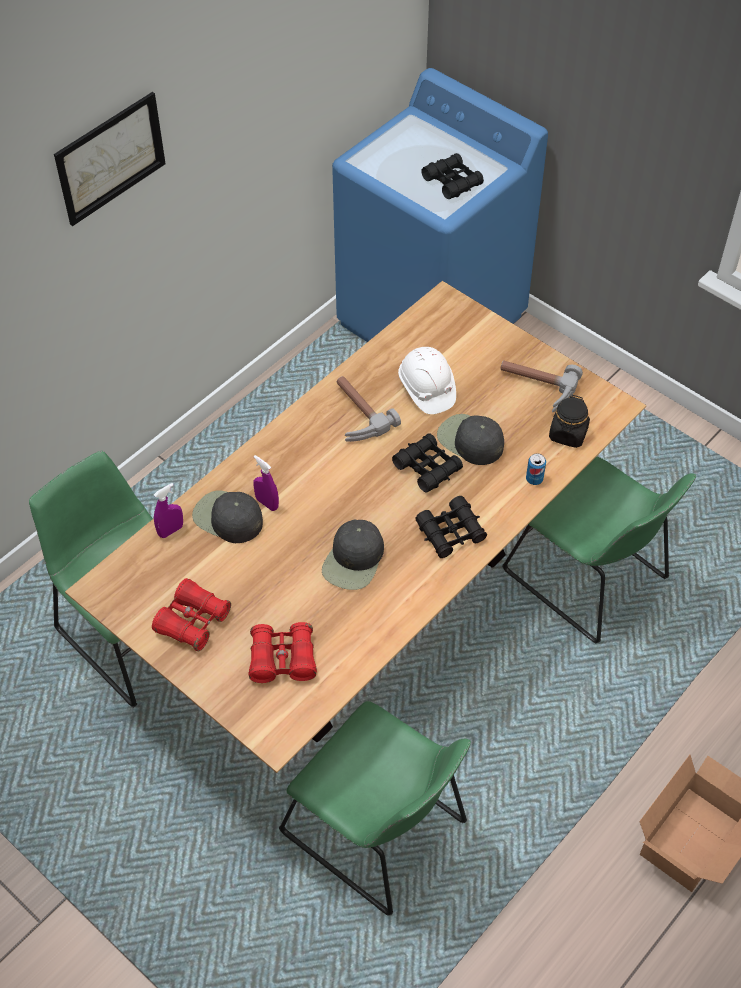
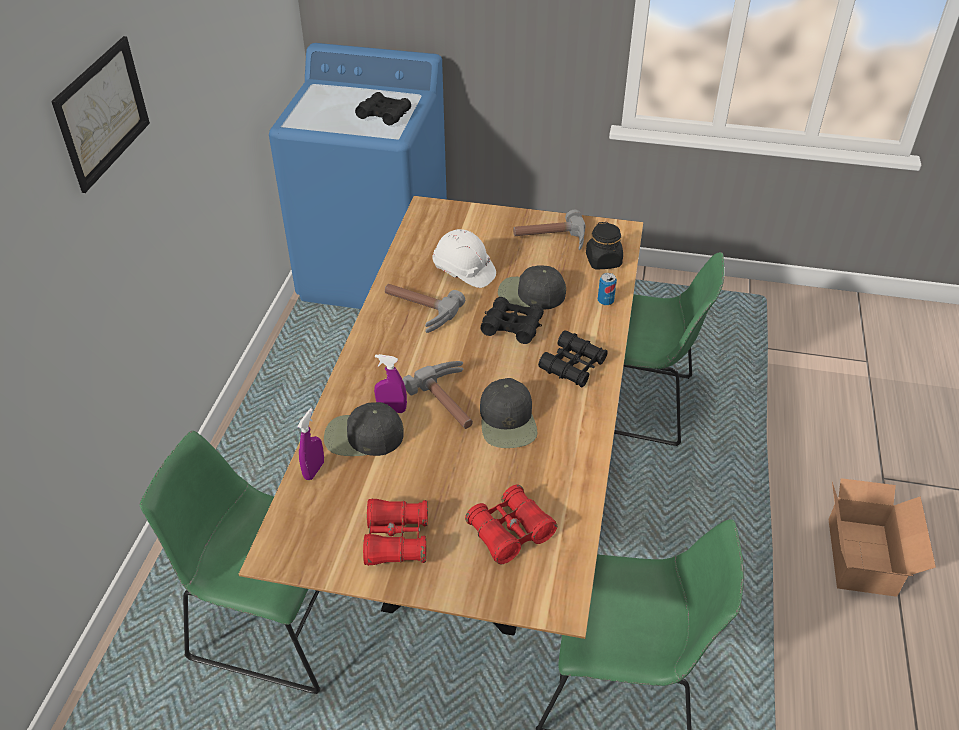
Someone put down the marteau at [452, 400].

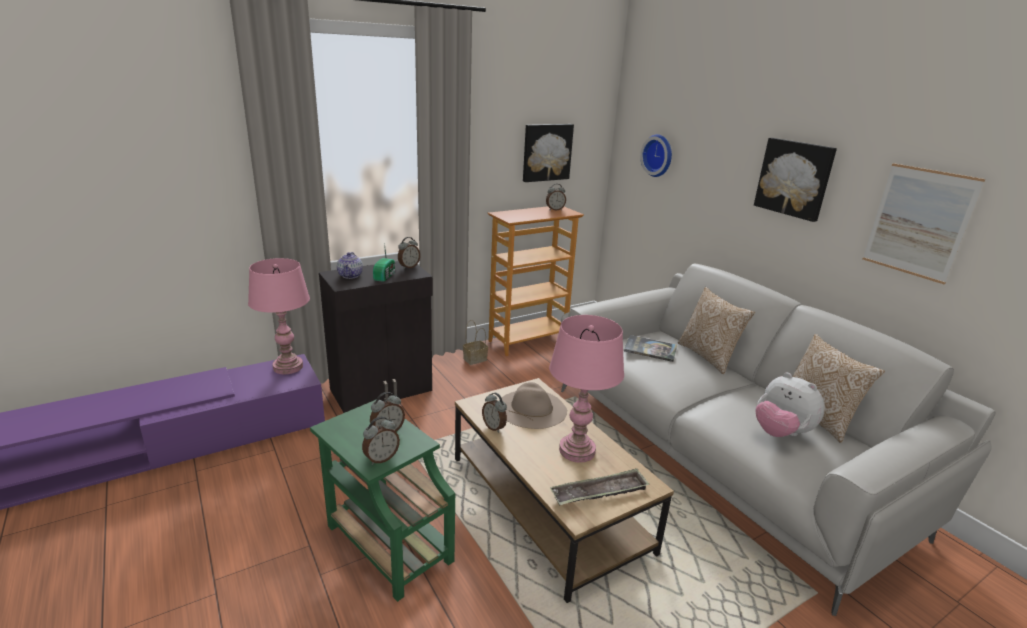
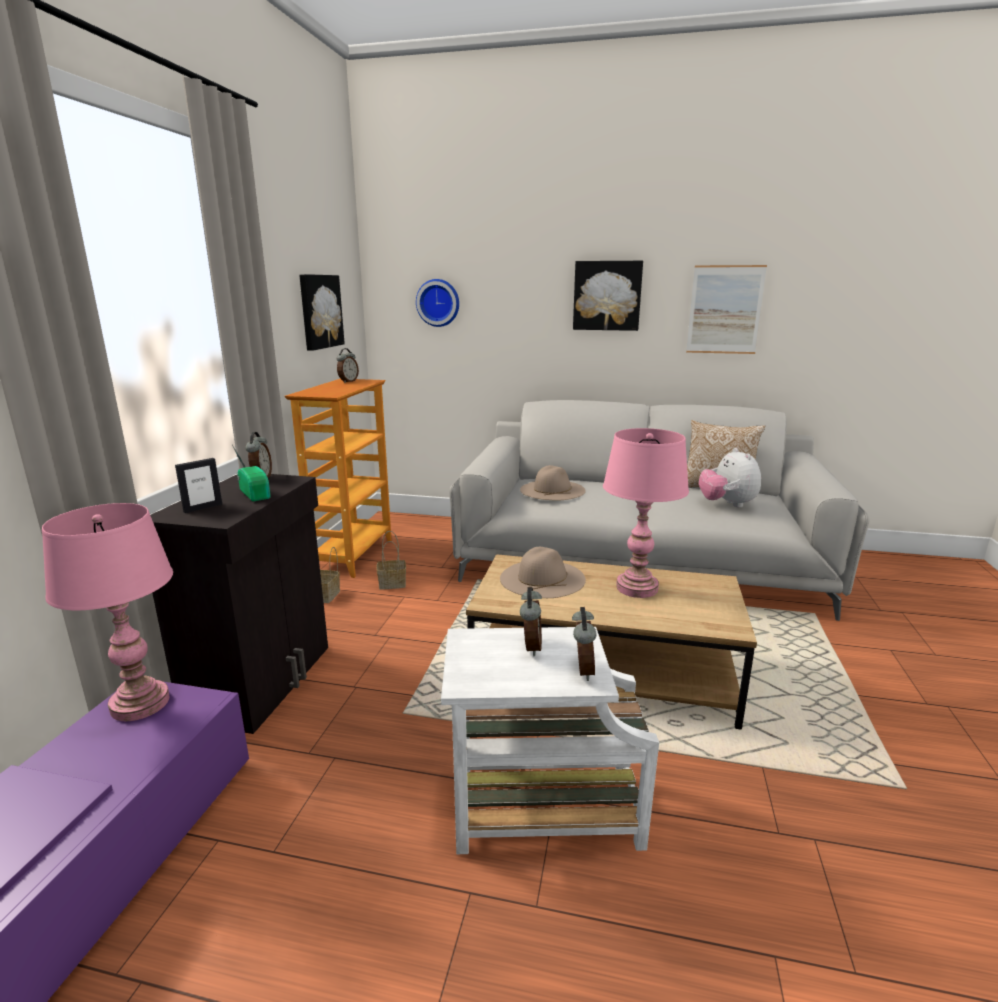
Someone swapped the théière at [350, 275] for the cadre photo at [203, 508]. Someone put down the panier at [393, 583]. Someone repainted the table d'appoint/vert at [387, 541], which became the table d'appoint/blanc at [540, 812]. Someone swapped the livre at [650, 349] for the chapeau/beige at [552, 490]. Someone rotated the peluche at [781, 433] by 75 degrees clockwise. Someone took away the réveil at [494, 427]. Someone took away the plateau at [599, 492]. Someone took away the coussin at [708, 356].

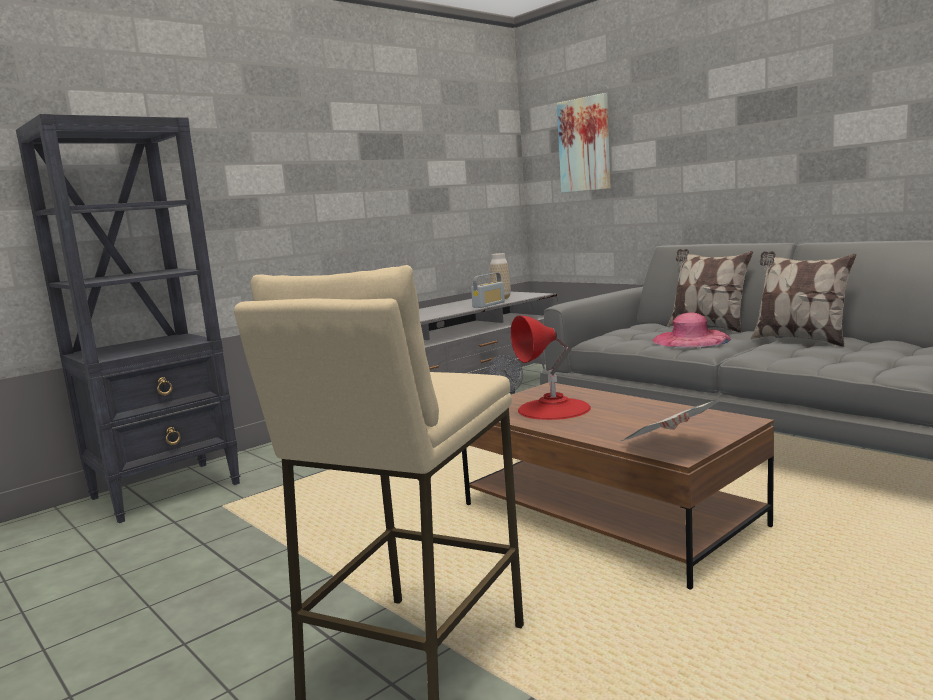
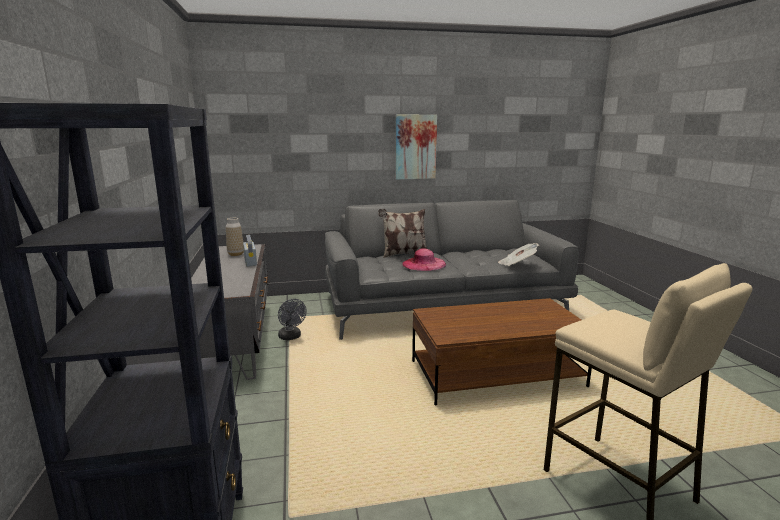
Someone carried the tableau from [584, 145] to [415, 147]. Someone carried the journal from [669, 446] to [517, 264]. Someone took away the lampe de table/rouge at [554, 409]. Someone took away the coussin at [799, 340].

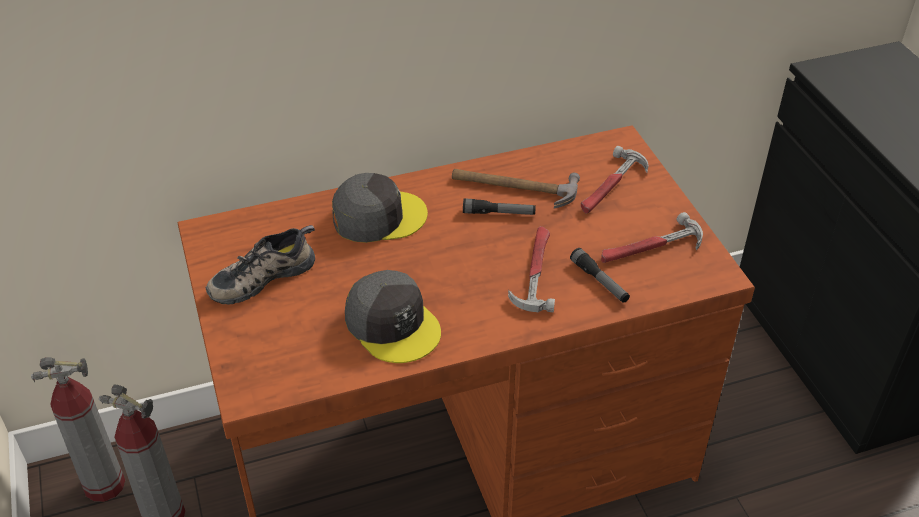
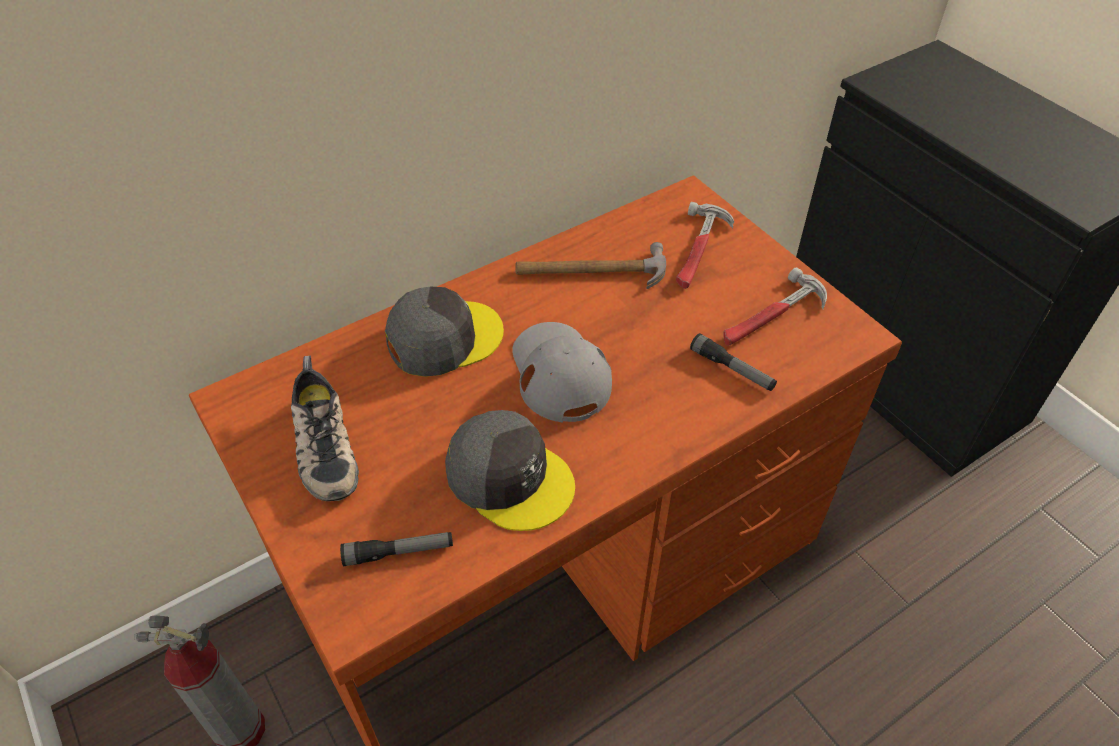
Someone rotated the chaussure at [262, 275] by 60 degrees counterclockwise. Someone carried the lampe de poche from [499, 213] to [399, 552]. Someone put down the casquette/gris at [559, 373]. Someone took away the extincteur at [104, 485]. Someone took away the marteau at [535, 271].

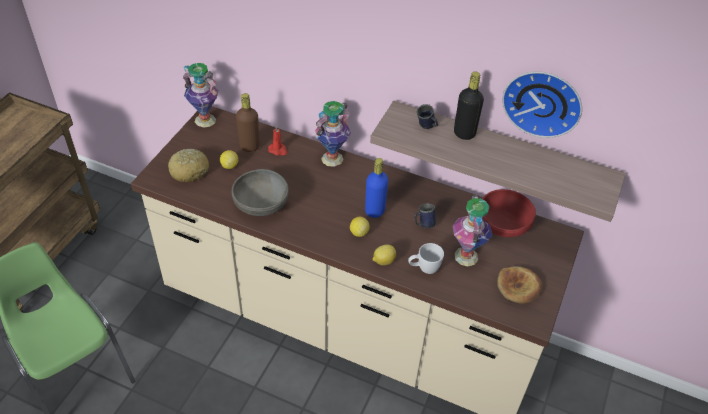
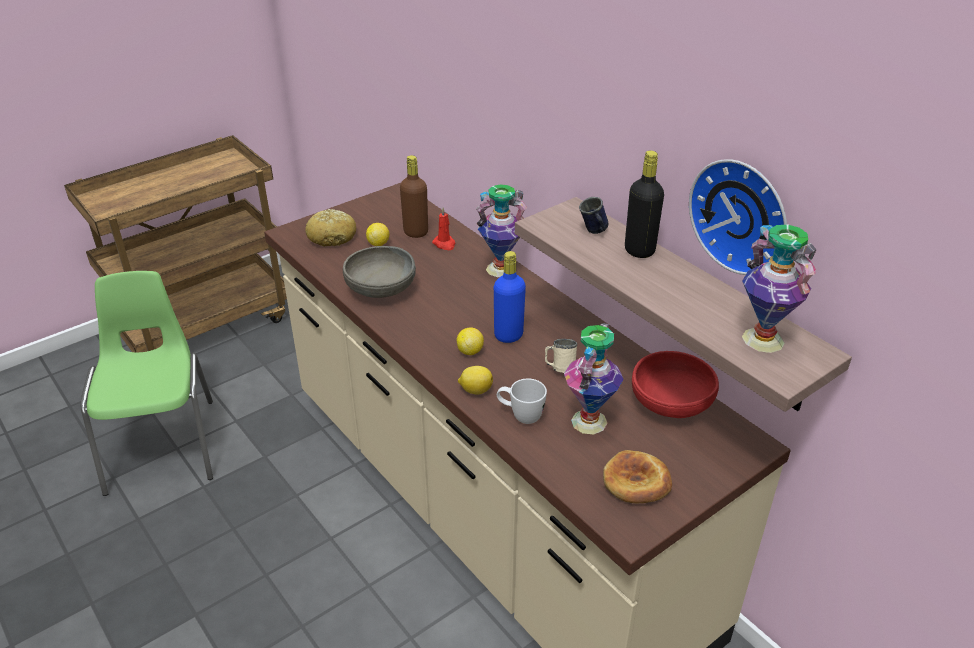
Someone repainted the mug/bleu at [423, 224], which became the mug/beige at [559, 368]. Someone carried the vase from [204, 120] to [762, 340].

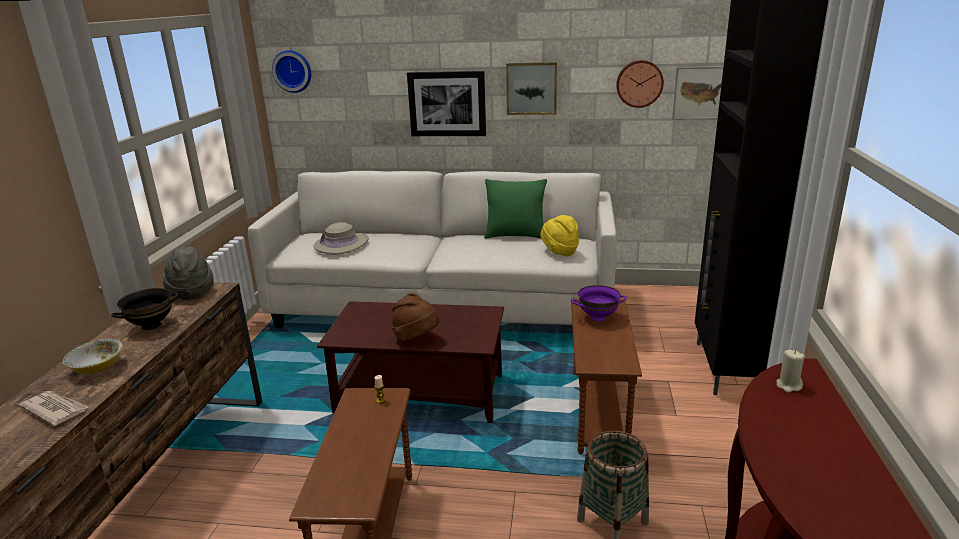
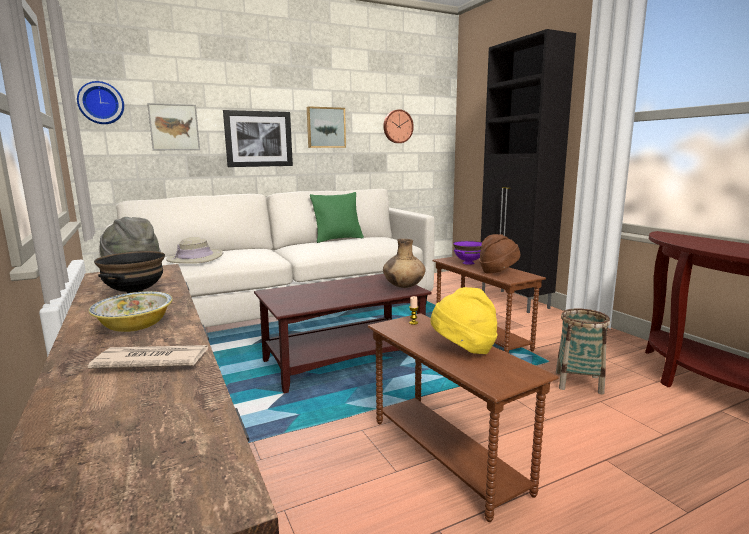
Someone carried the tableau from [700, 93] to [174, 127]. Someone put down the vase/marron at [403, 287]. Someone carried the chapeau/jaune from [559, 252] to [463, 349]. Someone carried the chapeau/marron from [416, 338] to [498, 272]. Someone took away the bougie/beige at [788, 386].

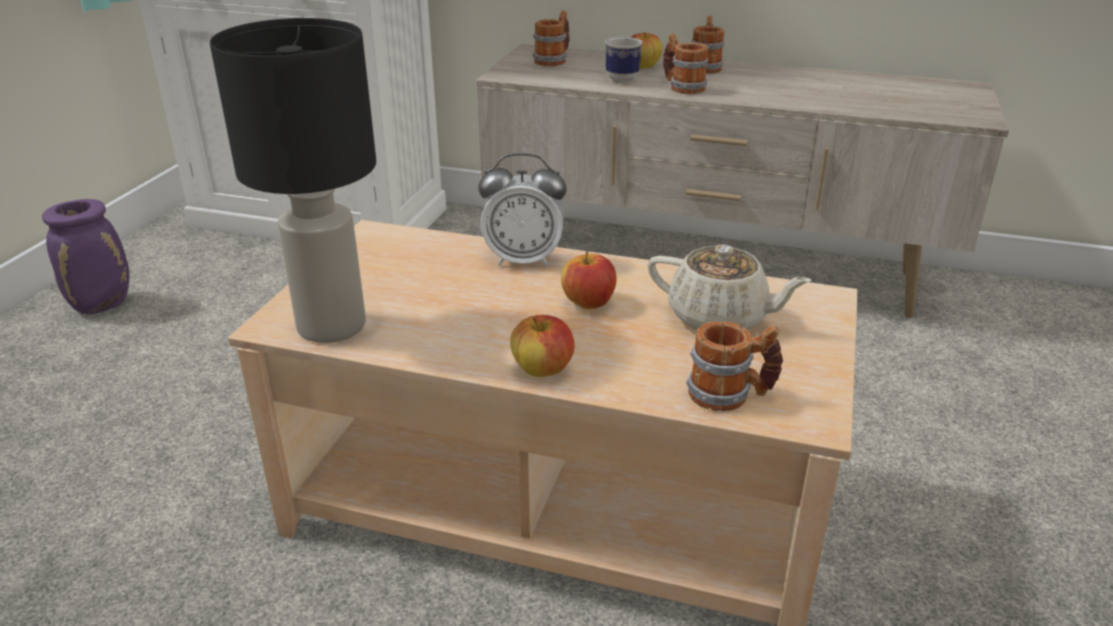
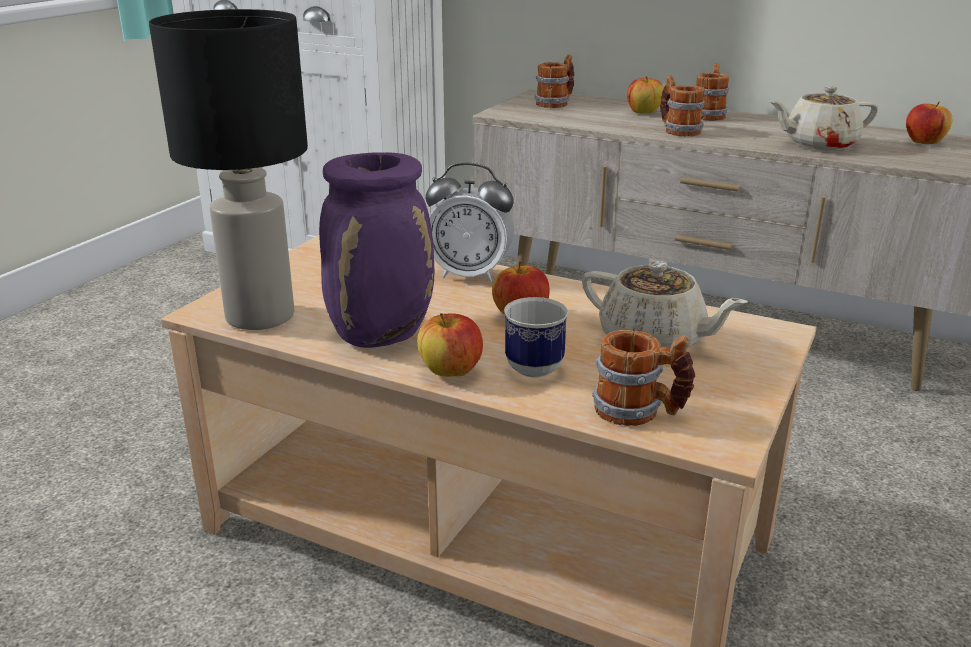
Someone carried the vase/violet from [103, 304] to [382, 335]. Someone carried the mug from [619, 78] to [531, 364]. Someone put down the théière/beige at [819, 144]. Someone put down the pomme at [924, 142].

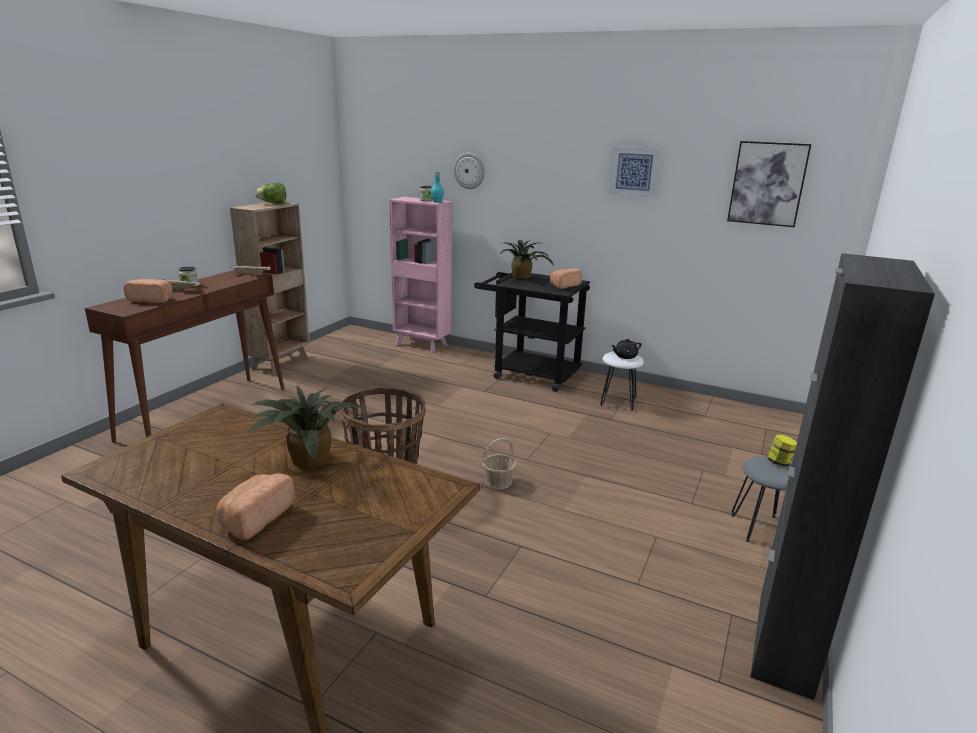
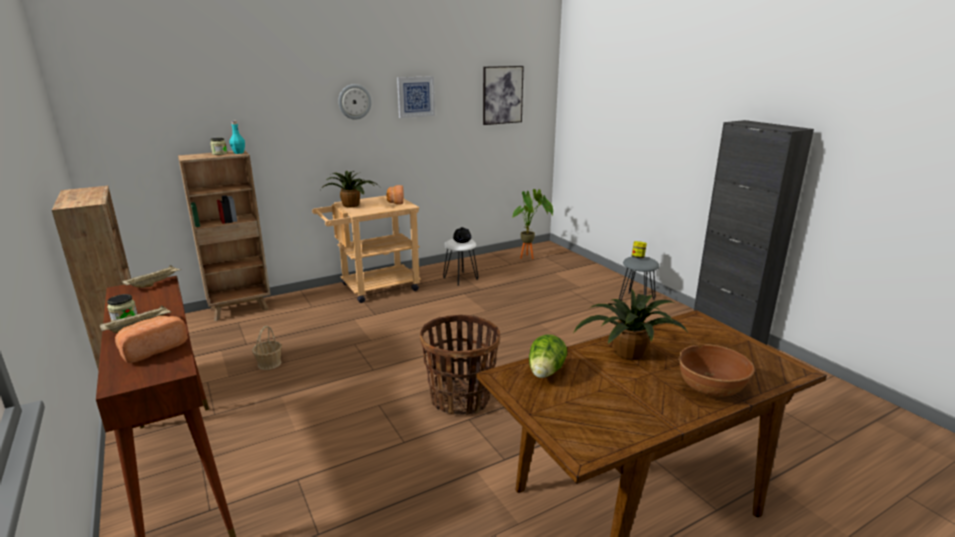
Someone repainted the bibliothèque/rose at [422, 345], which became the bibliothèque/marron at [241, 309]. Someone carried the panier from [498, 481] to [269, 363]. Someone repainted the chariot/noir at [529, 373], which became the chariot/beige at [373, 288]. Someone carried the horloge murale from [469, 170] to [354, 101]. Someone put down the plante en pot at [530, 257]. Someone carried the laitue from [273, 203] to [545, 373]. Someone swapped the pain at [255, 518] for the bol/marron at [710, 388].

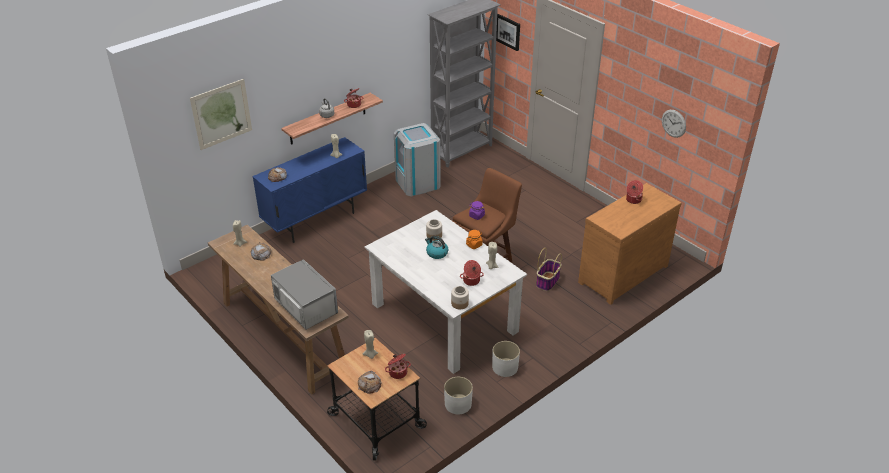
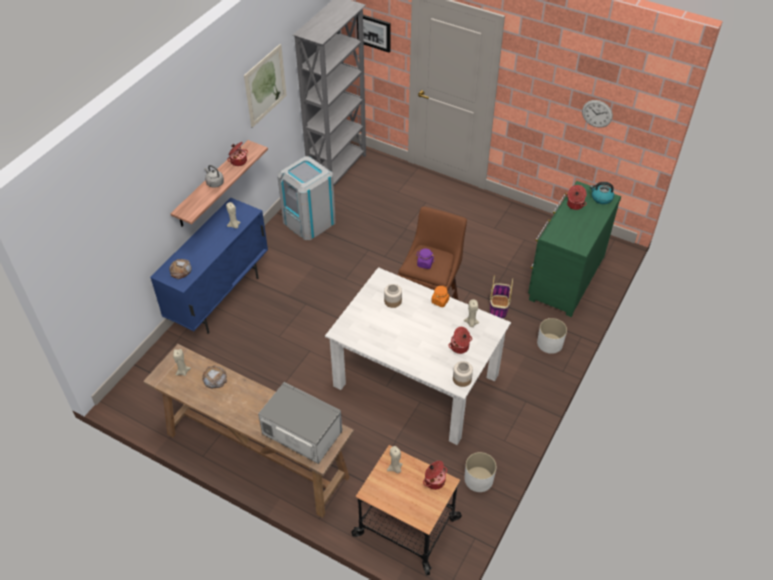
Someone carried the tableau from [221, 114] to [265, 85]. Someone repainted the commode/marron at [620, 273], which became the commode/vert at [564, 277]. Someone carried the cache-pot/blanc from [505, 367] to [549, 343]. Someone carried the bouilloire from [436, 253] to [601, 198]. Someone took away the pain at [369, 384].

